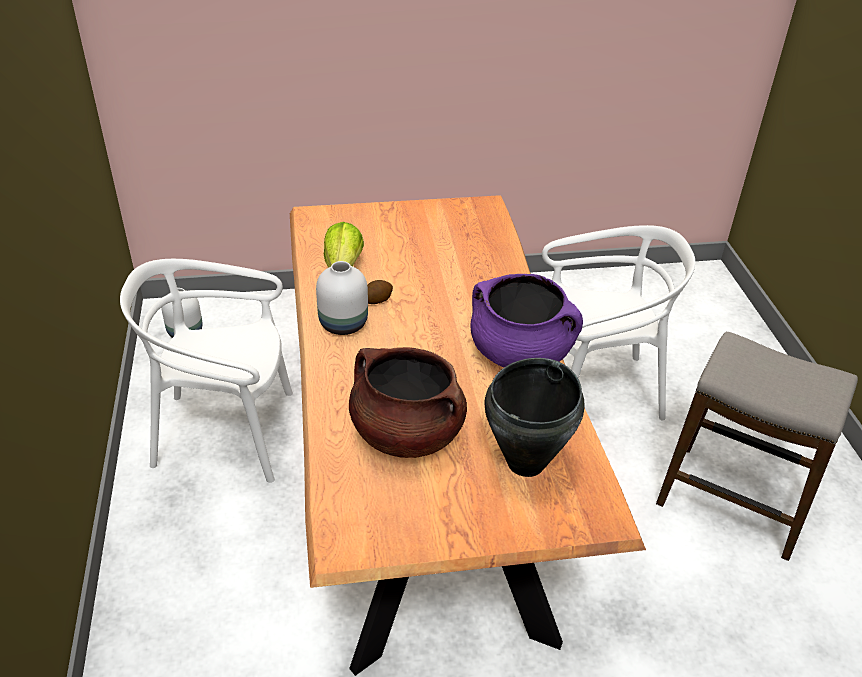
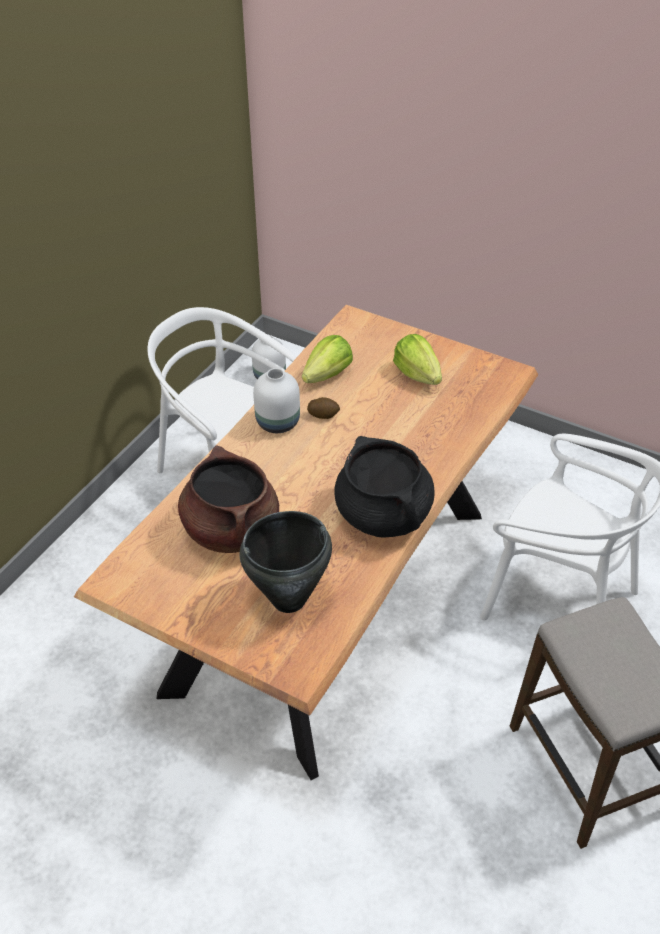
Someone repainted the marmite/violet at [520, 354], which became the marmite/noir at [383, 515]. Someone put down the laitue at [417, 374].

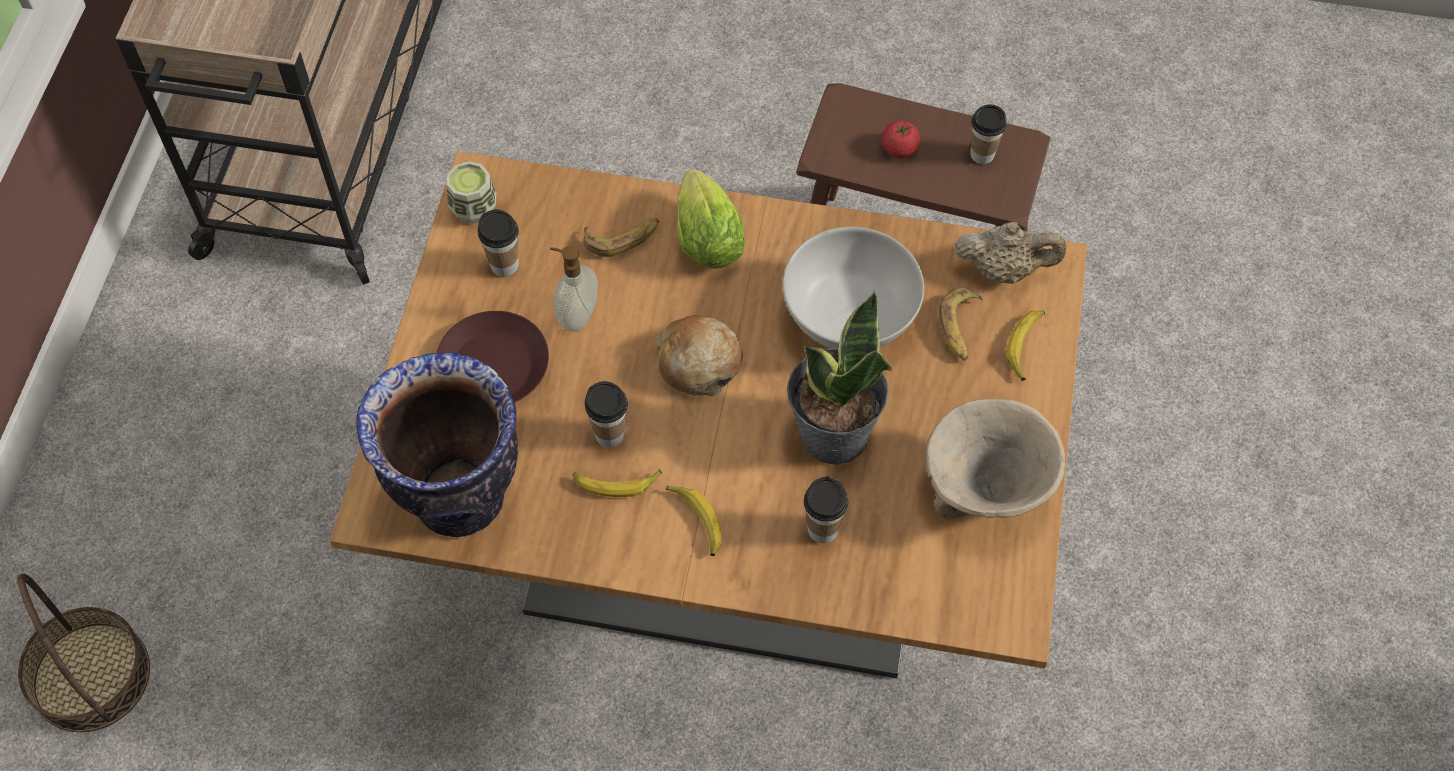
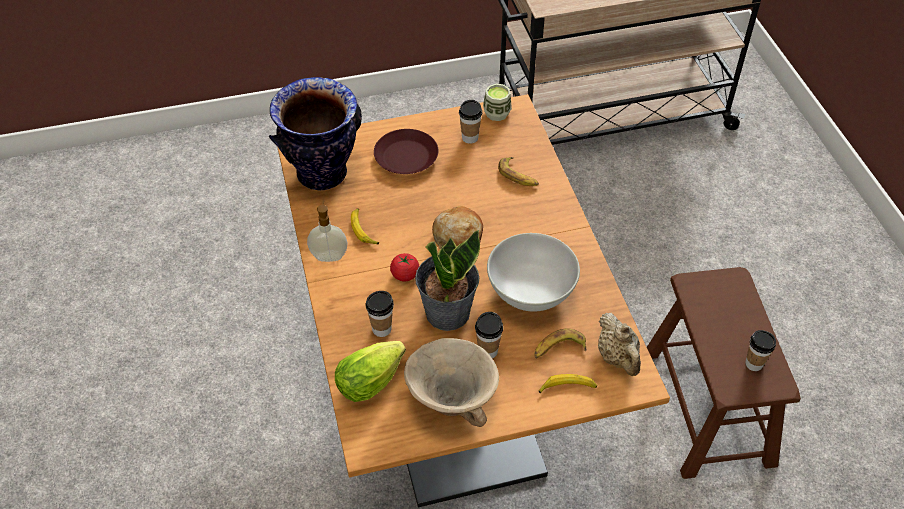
Someone carried the distributeur de savon from [577, 315] to [329, 256]. Someone carried the laitue from [705, 235] to [373, 379]. Someone carried the tomate from [899, 149] to [405, 275]. Someone carried the tasse from [610, 434] to [487, 351]. Someone took away the panier at [91, 676]. Someone took away the banane at [696, 521].

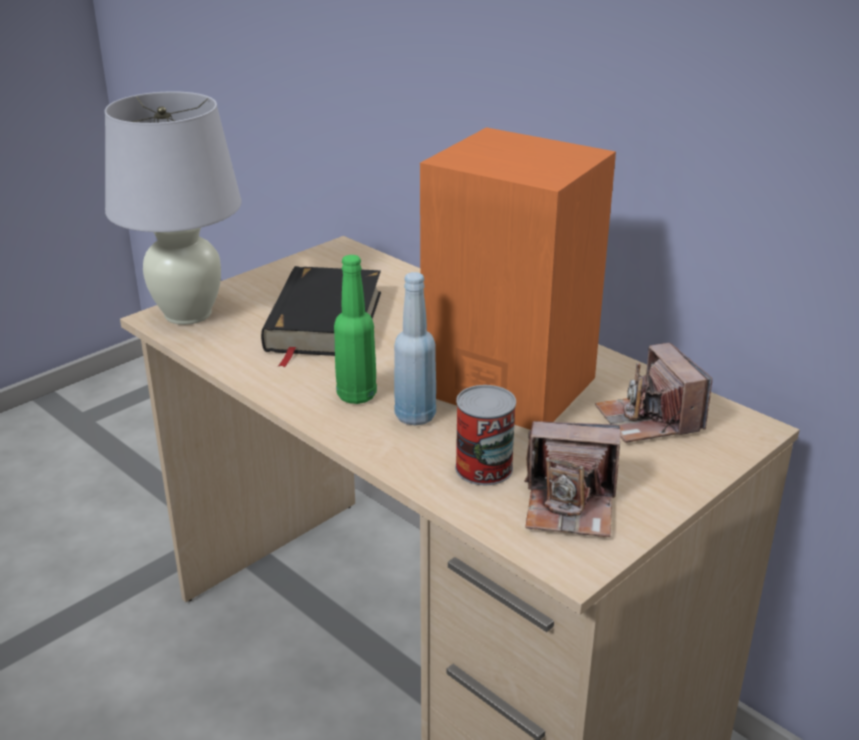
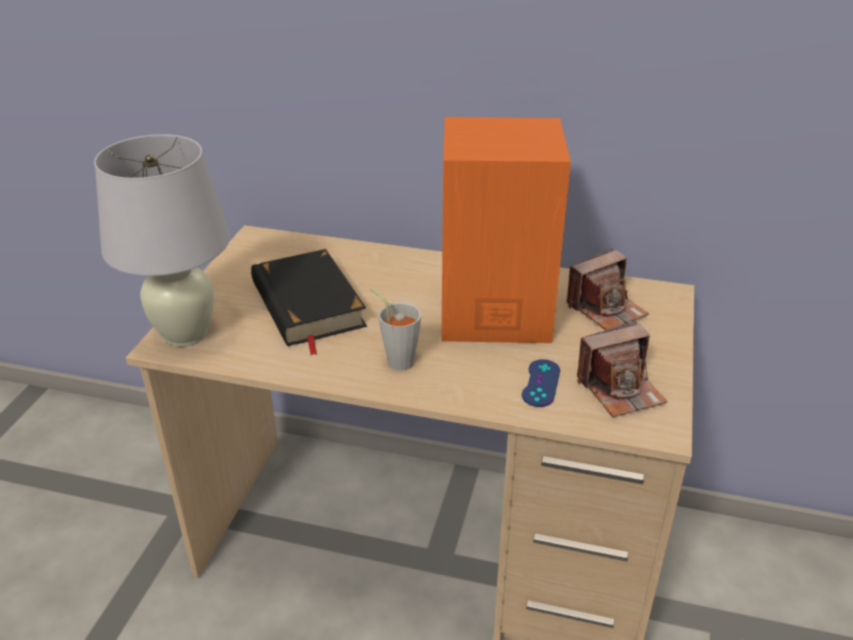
Someone swapped the bouteille/vert at [356, 395] for the tasse/gris at [396, 359]. Someone swapped the boîte métallique at [484, 468] for the manette/bleu at [541, 383]. Someone rotated the appareil photo at [648, 420] by 75 degrees counterclockwise. Someone took away the bouteille/bleu at [415, 416].

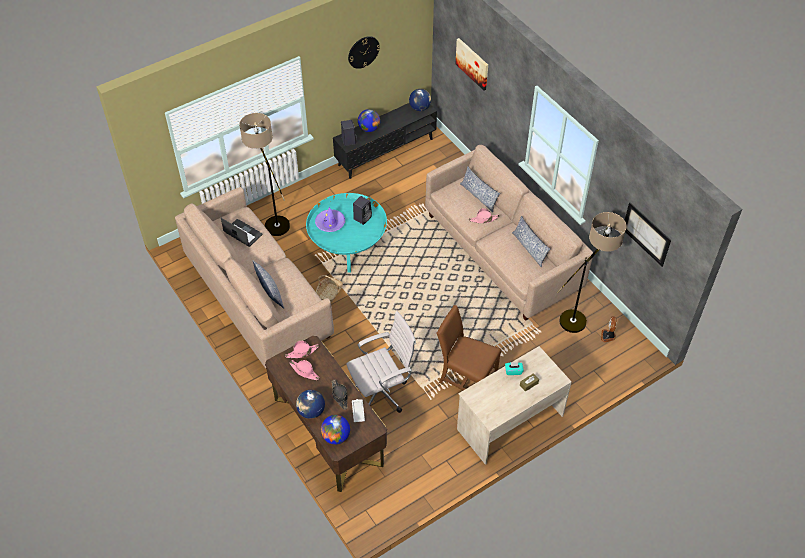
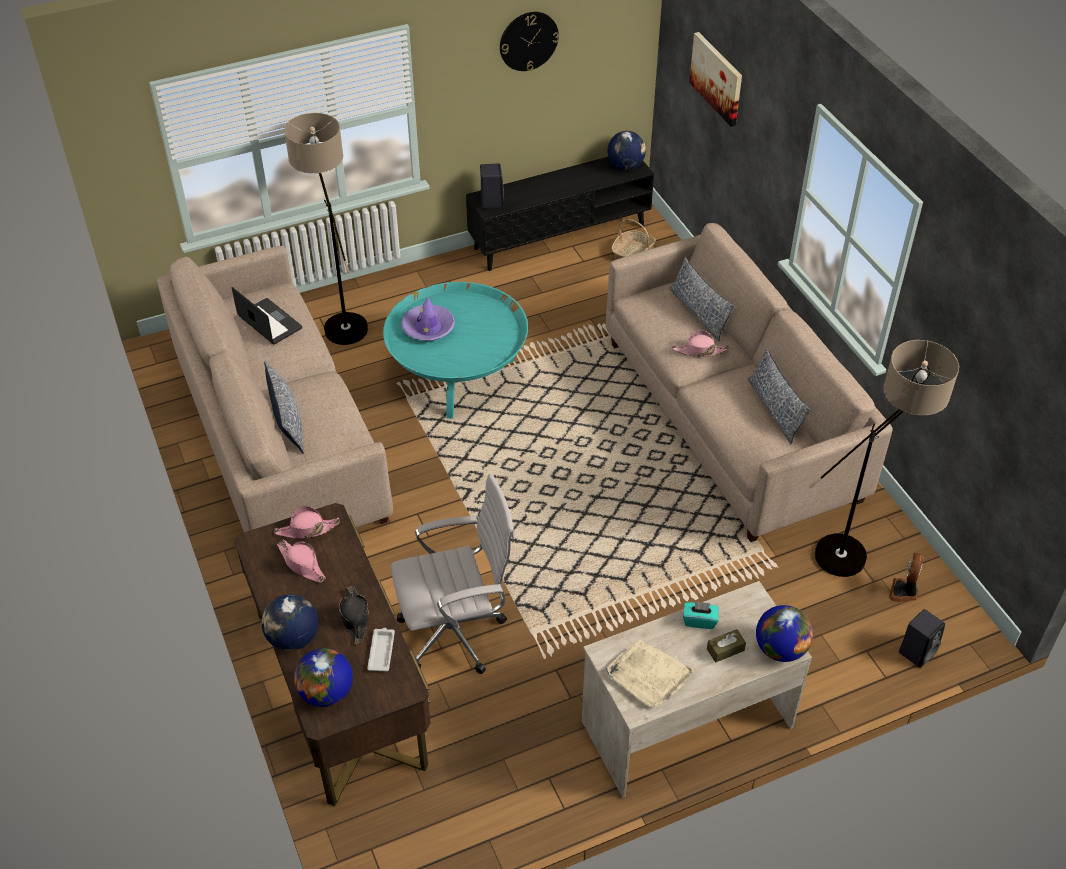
Someone put down the plateau/beige at [648, 675]. Someone carried the panier from [329, 292] to [633, 252]. Someone carried the globe from [369, 128] to [780, 649]. Someone carried the enceinte/noir from [362, 217] to [917, 651]. Someone took away the chaise/marron at [466, 378]. Someone took away the tableau at [646, 234].

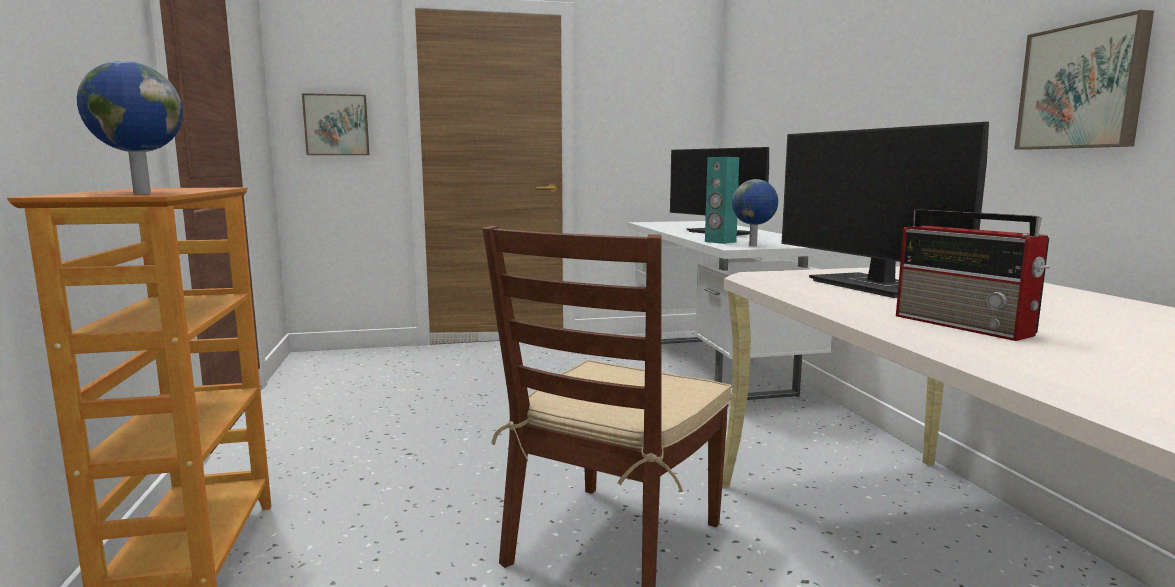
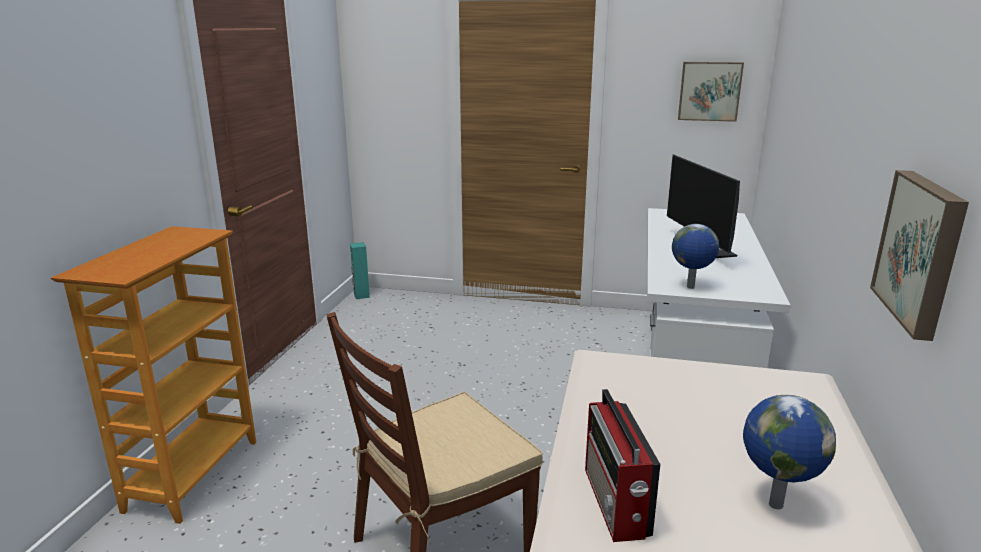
Someone carried the enceinte/turquoise from [720, 242] to [361, 295]. Someone carried the tableau from [336, 125] to [709, 91]. Someone carried the globe from [140, 193] to [774, 504]. Someone took away the écran d'ordinateur at [876, 286].

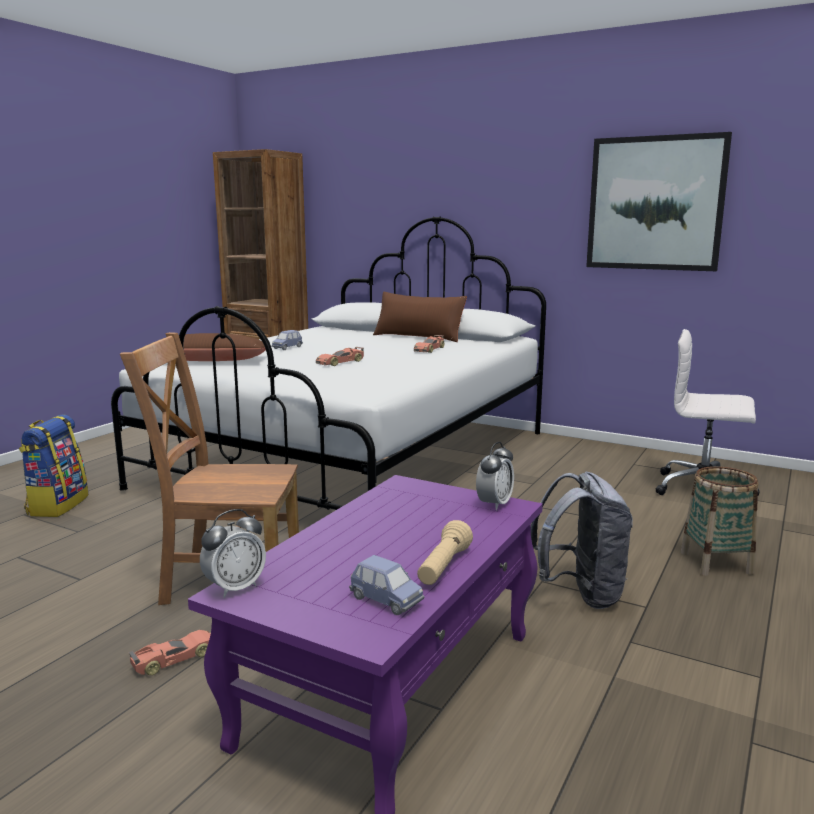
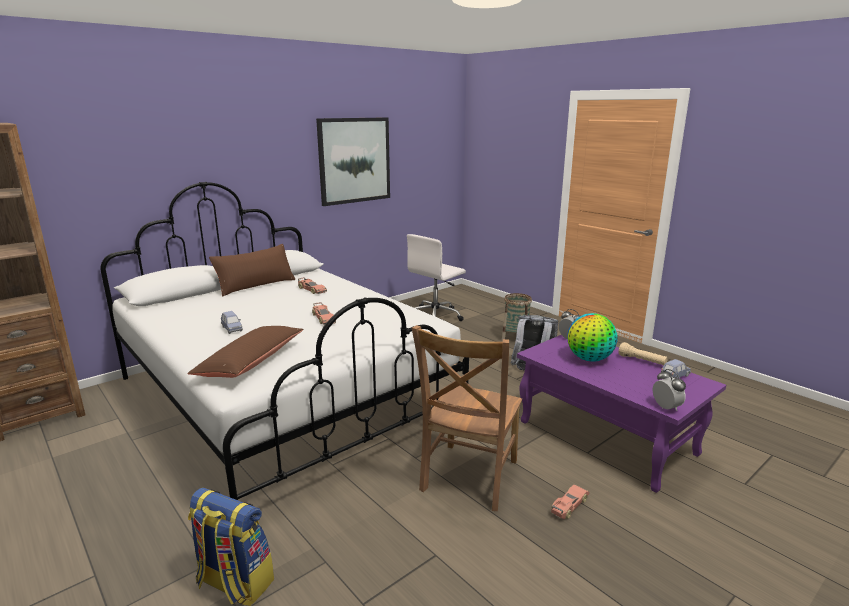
Someone rotated the petite voiture at [175, 659] by 60 degrees clockwise. Someone put down the globe at [589, 359].

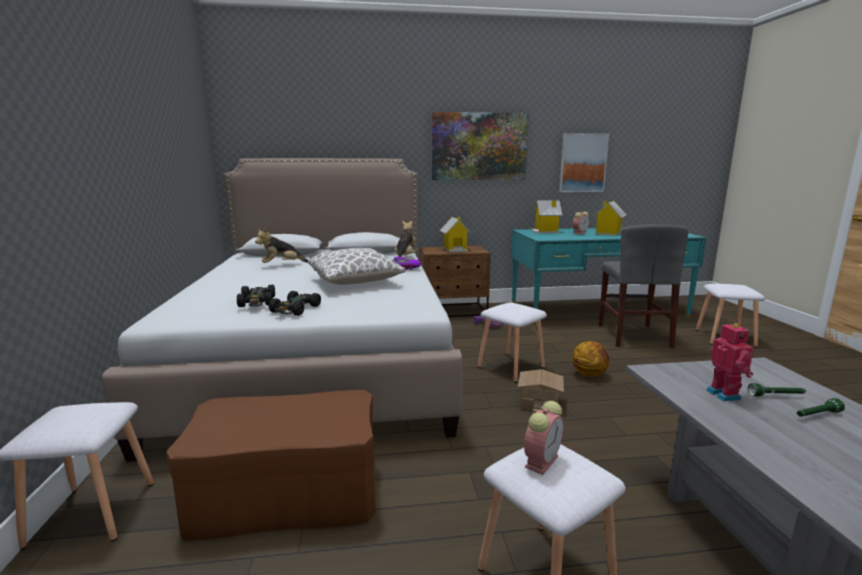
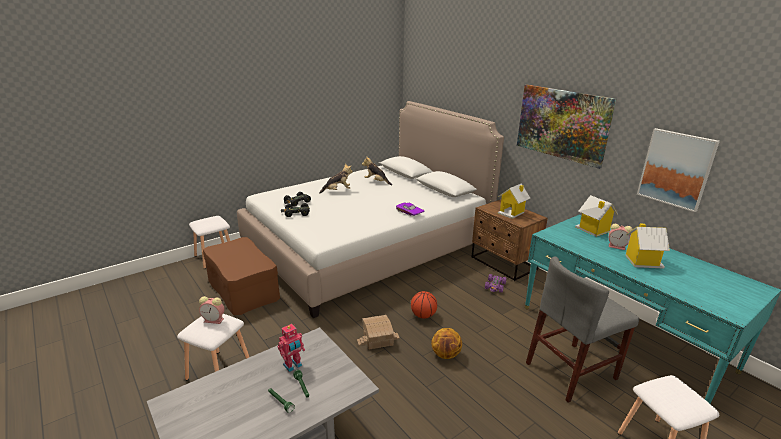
Someone carried the peluche from [405, 257] to [337, 191]. Someone swapped the tabouret/blanc at [511, 366] for the ballon de basket at [423, 315]. Someone took away the coussin at [356, 282].

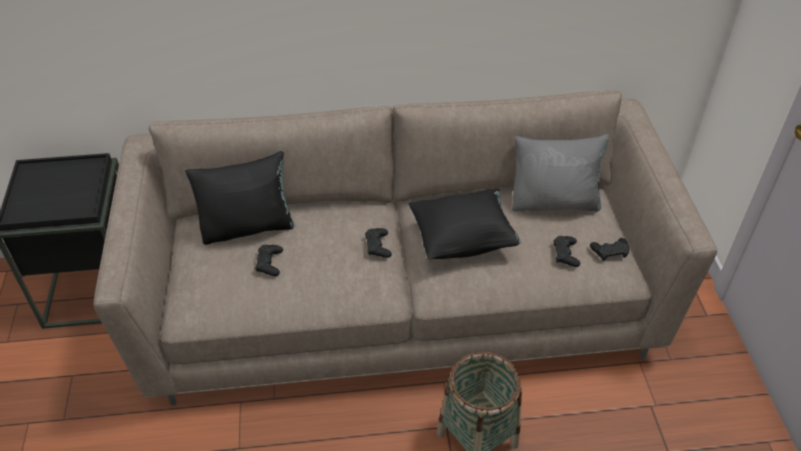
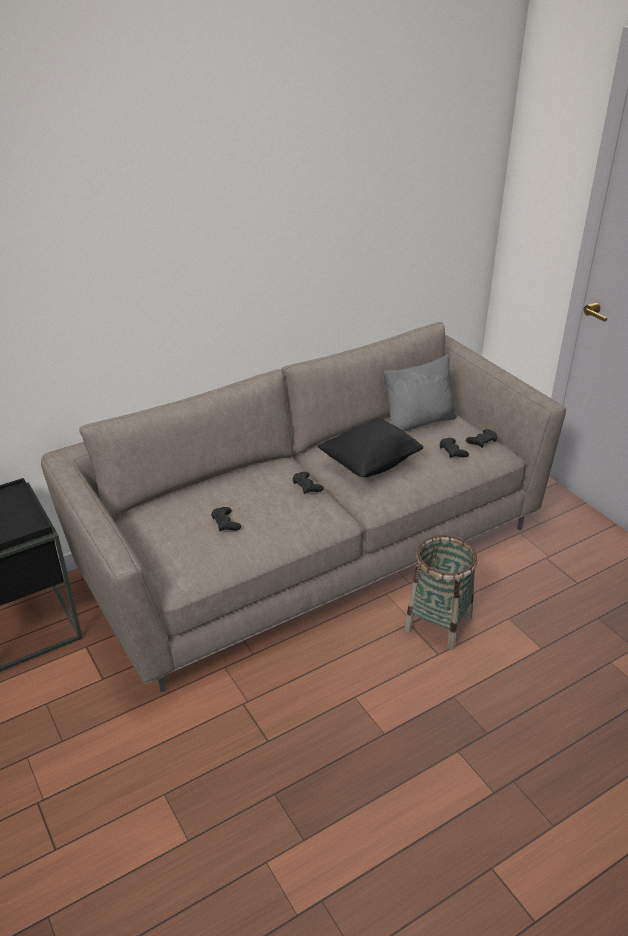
Someone took away the coussin/noir at [248, 227].

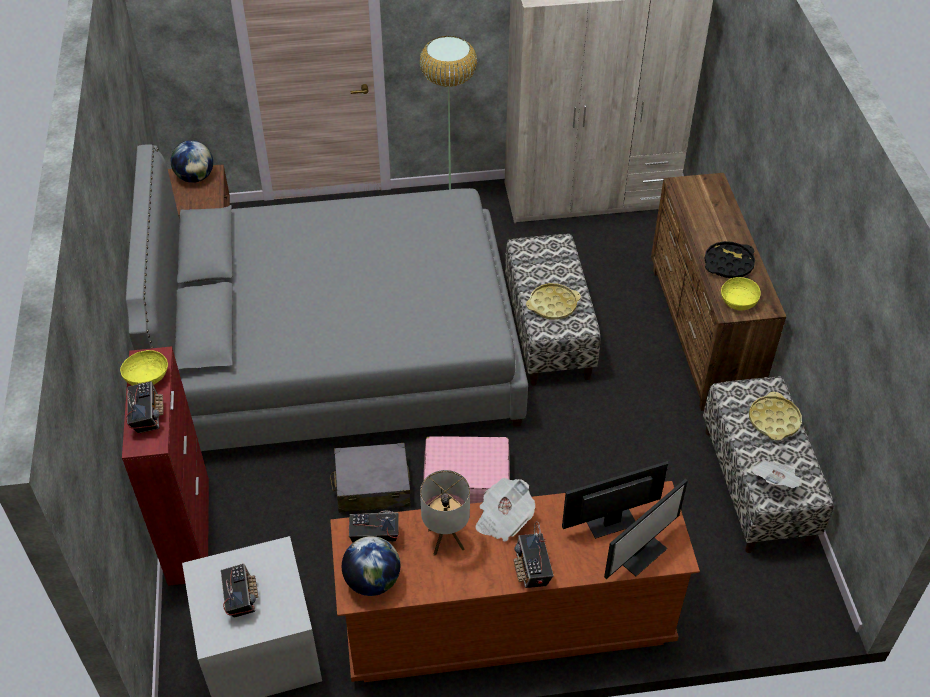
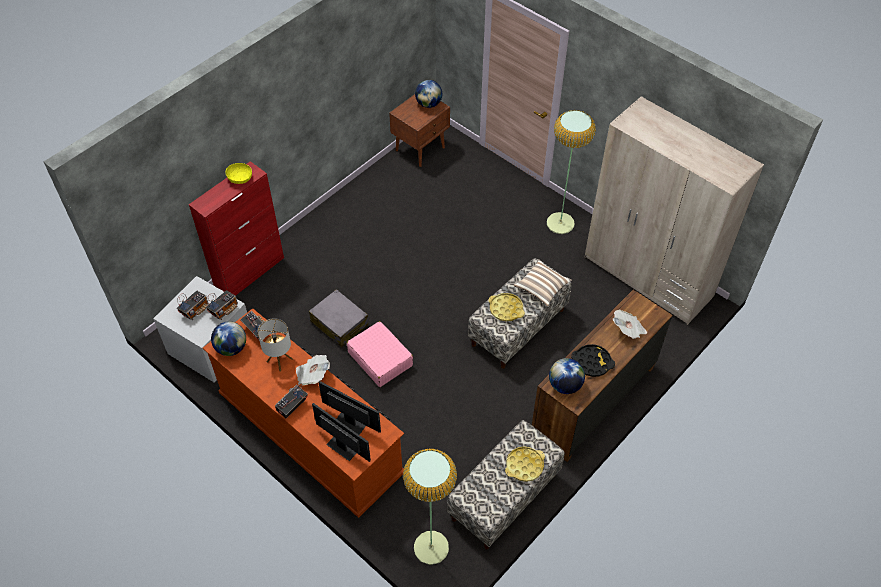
Someone carried the radio from [147, 417] to [224, 310]. Someone rotated the écran d'ordinateur at [640, 552] by 150 degrees counterclockwise. Someone put down the lampadaire at [431, 547]. Someone put down the coussin at [542, 288]. Someone swapped the bol/jaune at [738, 302] for the globe at [565, 385]. Someone carried the journal from [775, 481] to [628, 330]. Someone took away the lit/gris at [341, 353].

